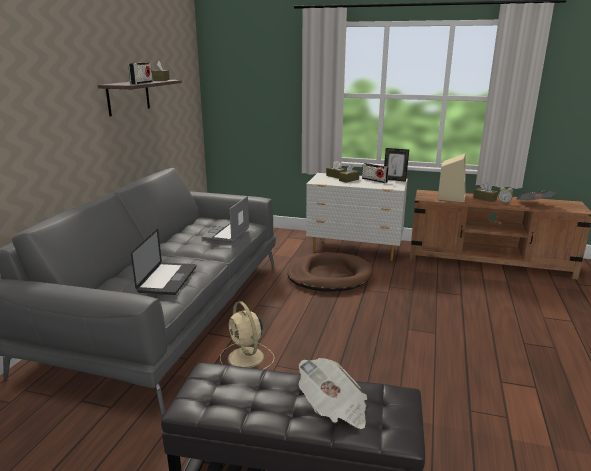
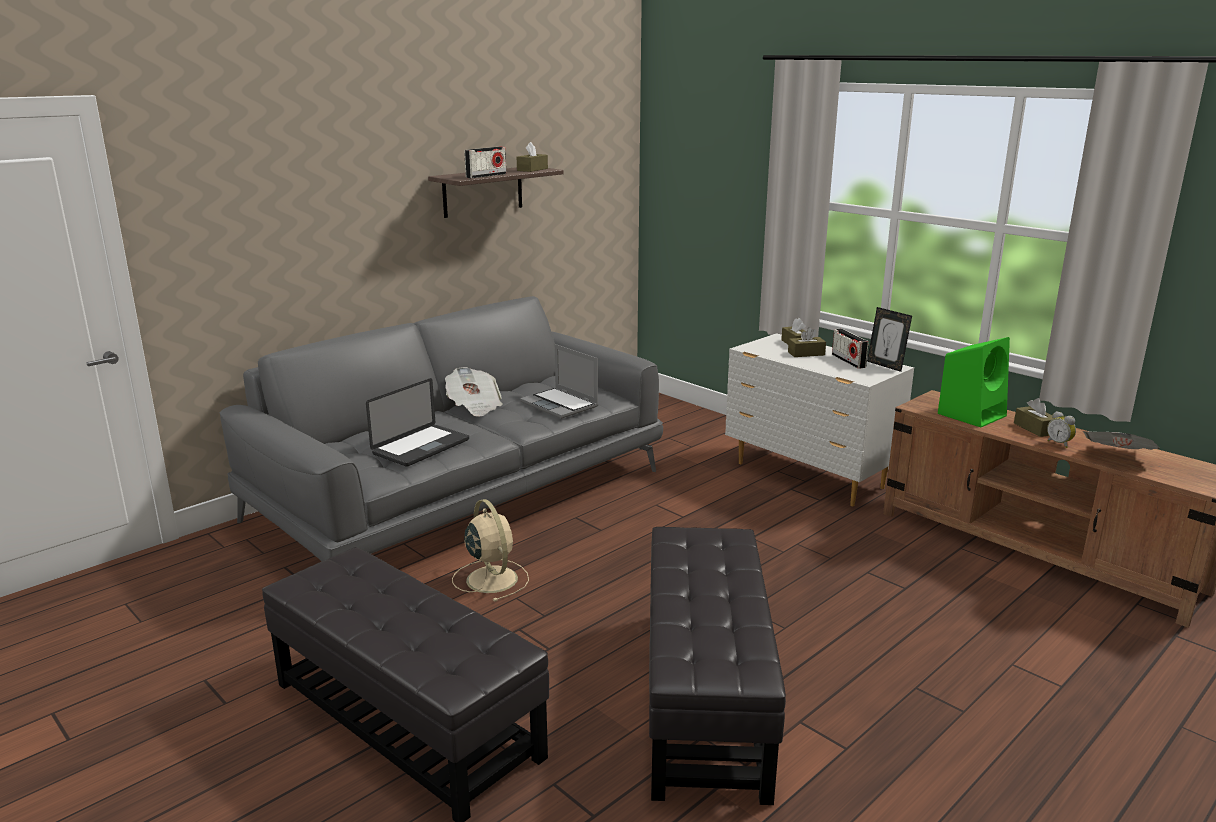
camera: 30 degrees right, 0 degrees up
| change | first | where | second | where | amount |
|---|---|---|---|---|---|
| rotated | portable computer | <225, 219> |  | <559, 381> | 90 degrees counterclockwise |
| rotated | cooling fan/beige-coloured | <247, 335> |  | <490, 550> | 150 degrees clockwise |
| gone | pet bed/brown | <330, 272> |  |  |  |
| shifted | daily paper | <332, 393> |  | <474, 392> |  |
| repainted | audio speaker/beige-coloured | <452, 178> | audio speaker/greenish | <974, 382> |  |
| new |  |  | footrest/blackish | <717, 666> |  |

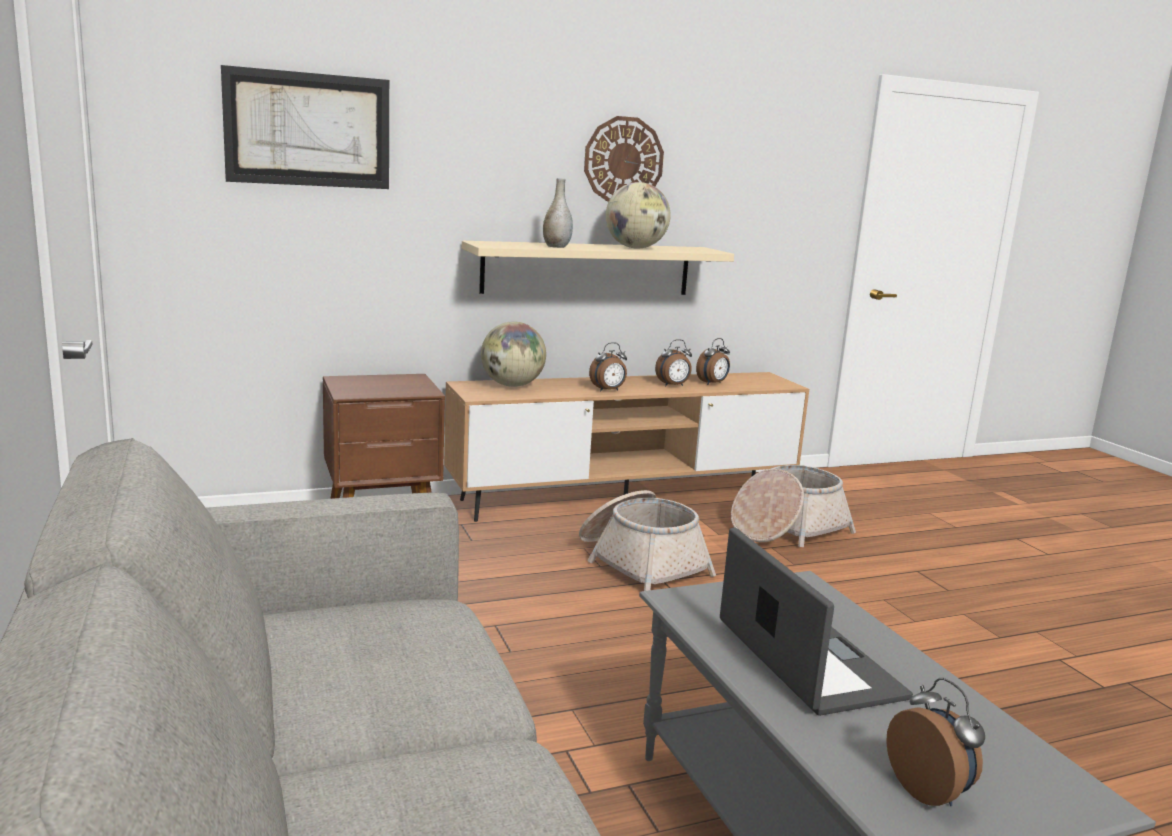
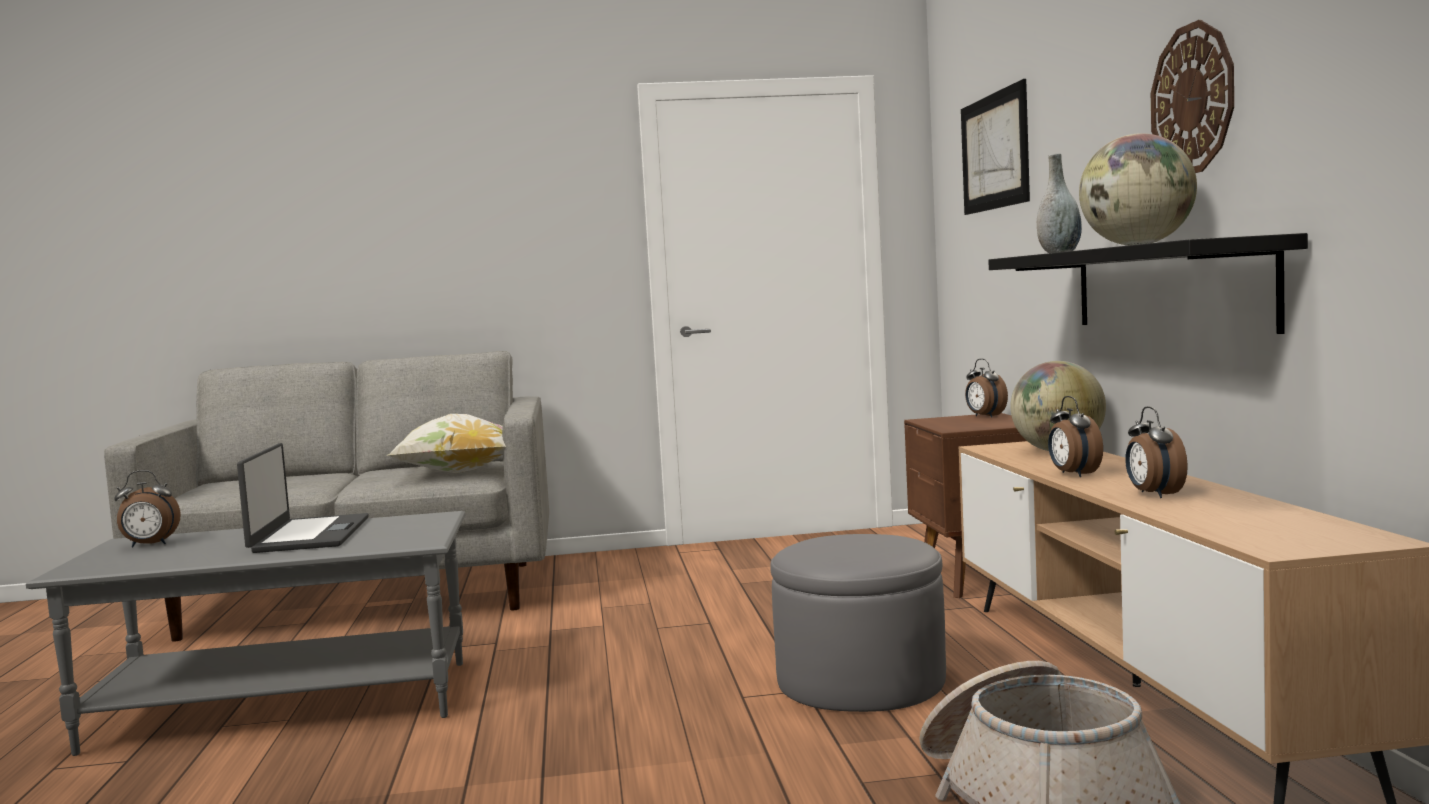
camera: 105 degrees right, 10 degrees down
| change | first | where | second | where | amount |
|---|---|---|---|---|---|
| repainted | wall shelf/beige-coloured | <598, 268> | wall shelf/blackish | <1148, 283> |  |
| swapped | storage basket | <647, 540> | footrest/grey | <858, 623> |  |
| shifted | alarm clock | <713, 361> |  | <986, 388> |  |
| rotated | portable computer | <816, 621> |  | <303, 498> | 90 degrees counterclockwise |
| new |  |  | pillow | <446, 443> |  |

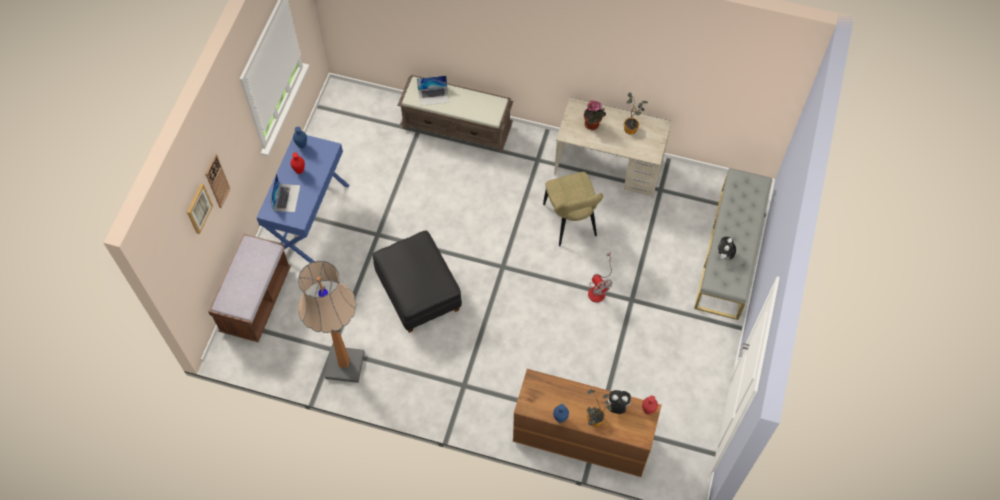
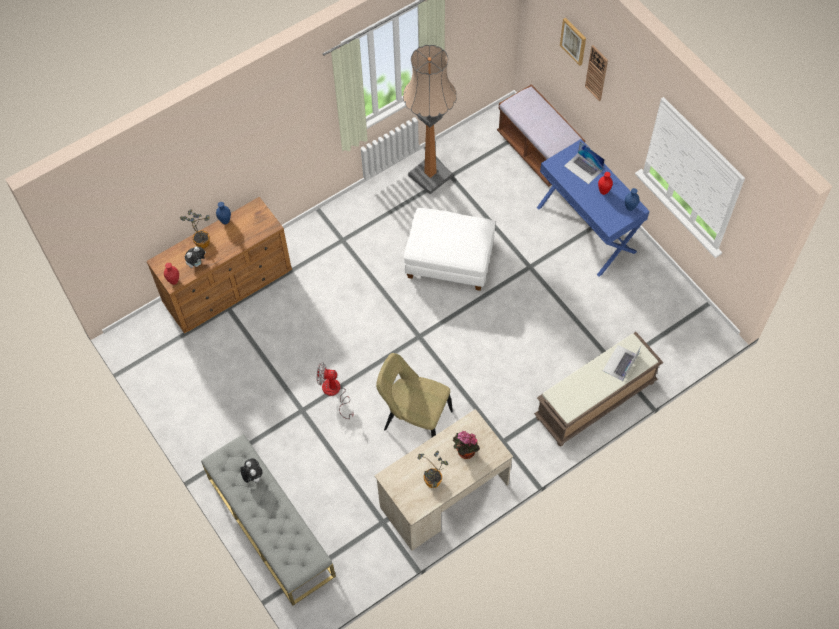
camera: 130 degrees right, 0 degrees up
| change | first | where | second | where | amount |
|---|---|---|---|---|---|
| repainted | footrest/blackish | <417, 281> | footrest/white | <450, 249> |  |

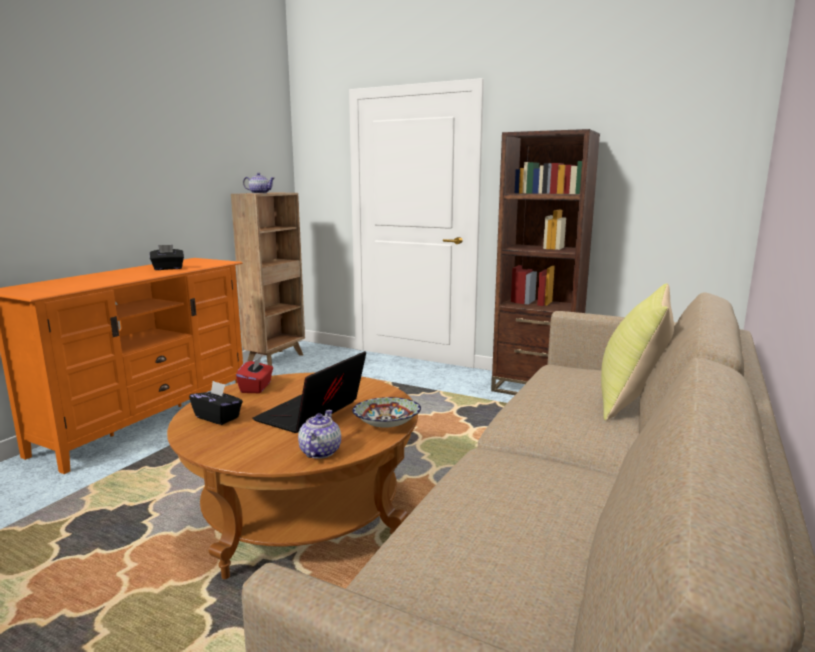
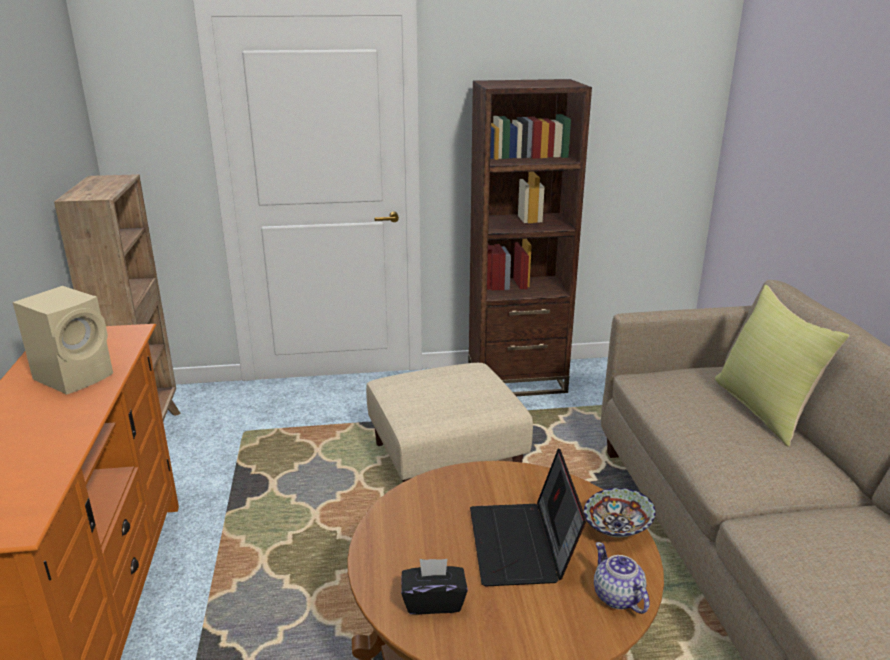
camera: 35 degrees left, 10 degrees up
| change | first | where | second | where | amount |
|---|---|---|---|---|---|
| swapped | box of tissues/blackish | <167, 257> | audio speaker/beige-coloured | <63, 340> |  |
| gone | box of tissues/red-coloured | <254, 374> |  |  |  |
| gone | pot for tea | <258, 183> |  |  |  |
| new |  |  | footrest/beige-coloured | <449, 422> |  |

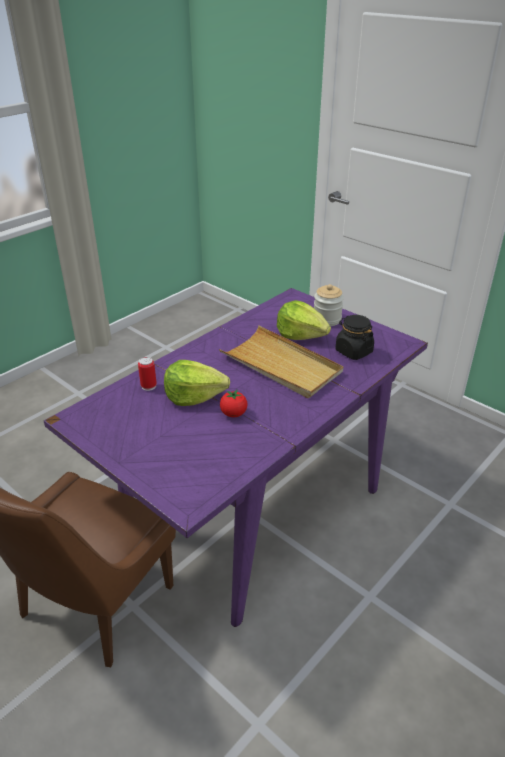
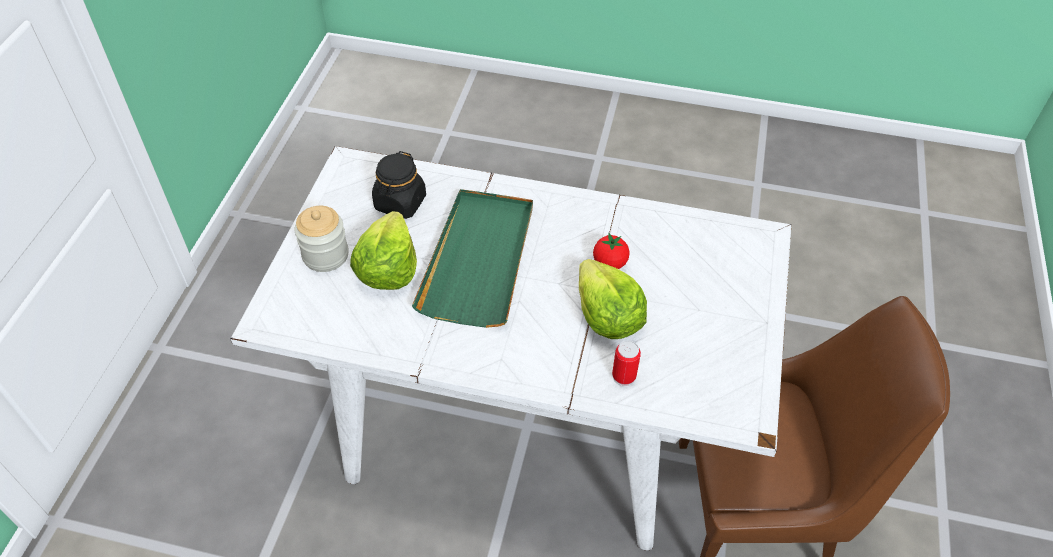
camera: 120 degrees left, 15 degrees up
| change | first | where | second | where | amount |
|---|---|---|---|---|---|
| repainted | dinner table/purple-coloured | <236, 457> | dinner table/white | <510, 348> |  |
| repainted | tray/beige-coloured | <281, 361> | tray/greenish | <472, 258> |  |

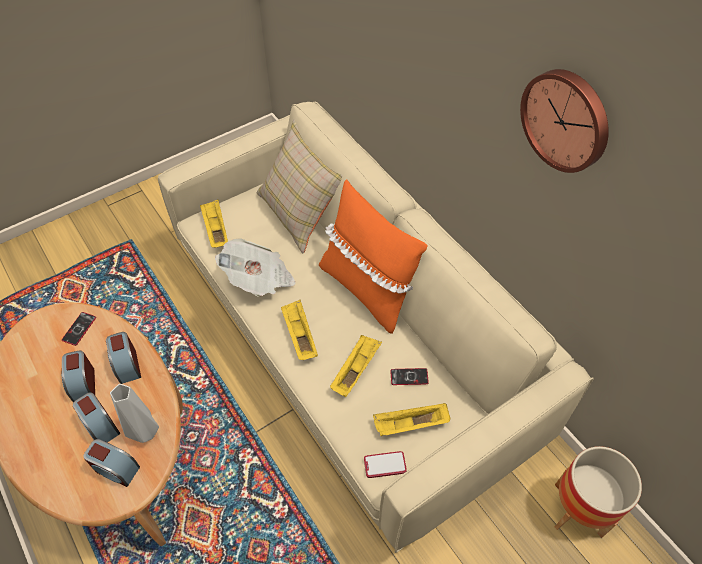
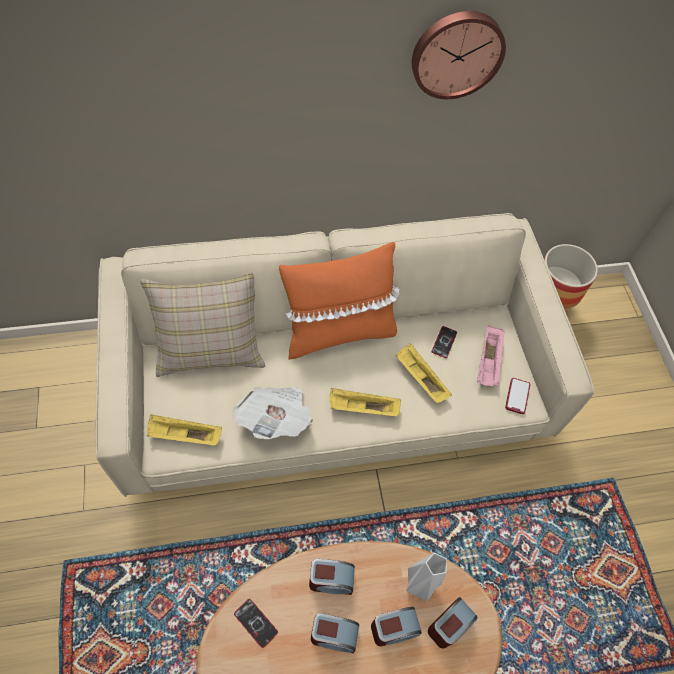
camera: 70 degrees left, 5 degrees up
| change | first | where | second | where | amount |
|---|---|---|---|---|---|
| repainted | tray/yellow | <411, 419> | tray/pink-coloured | <491, 355> |  |

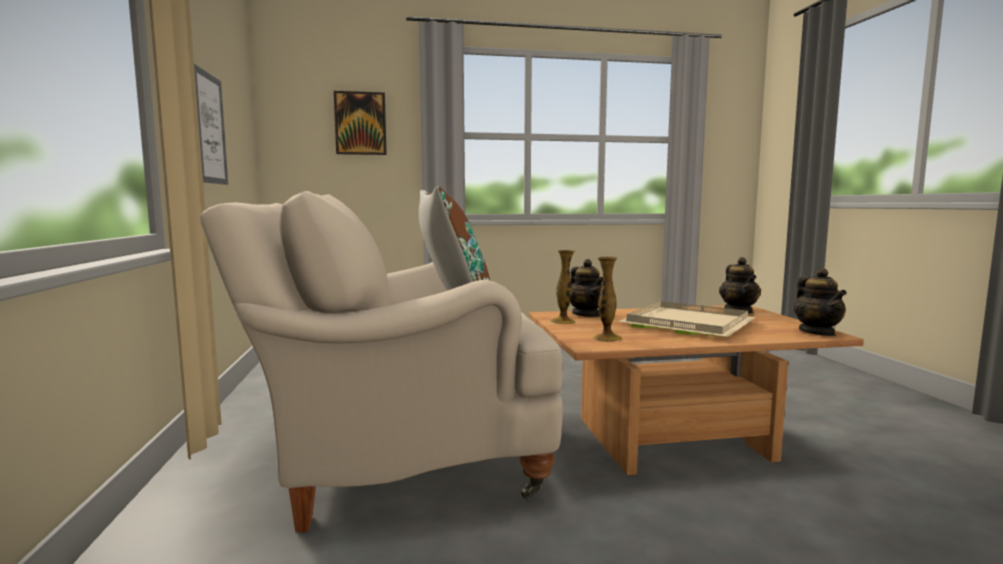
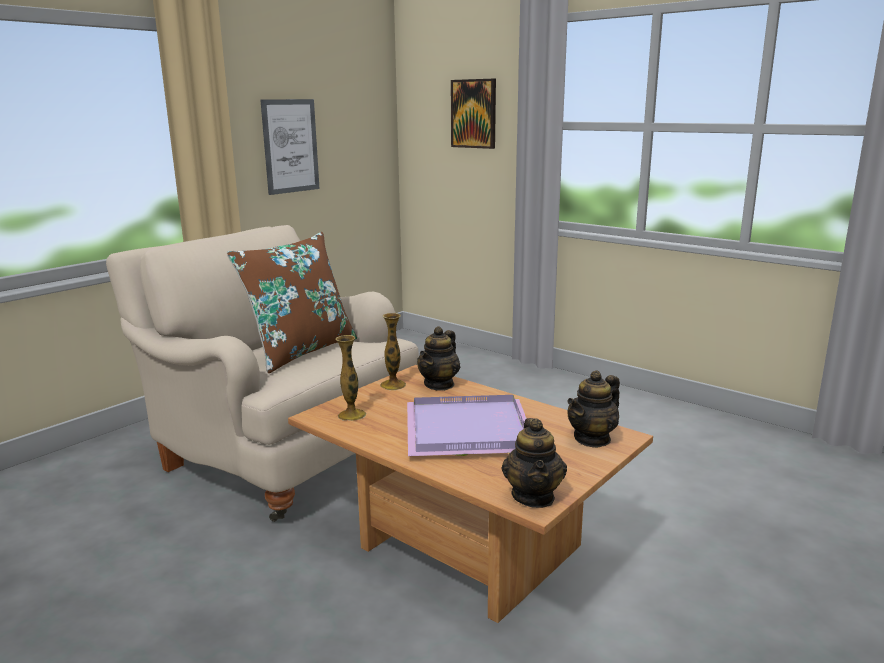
camera: 50 degrees right, 10 degrees up
| change | first | where | second | where | amount |
|---|---|---|---|---|---|
| repainted | tray/beige-coloured | <687, 319> | tray/purple-coloured | <467, 425> |  |
| rotated | pot for tea | <820, 302> |  | <534, 463> | 45 degrees counterclockwise |

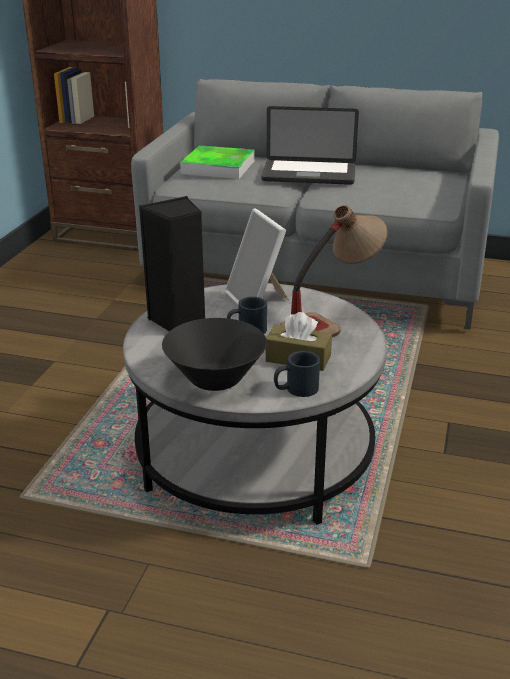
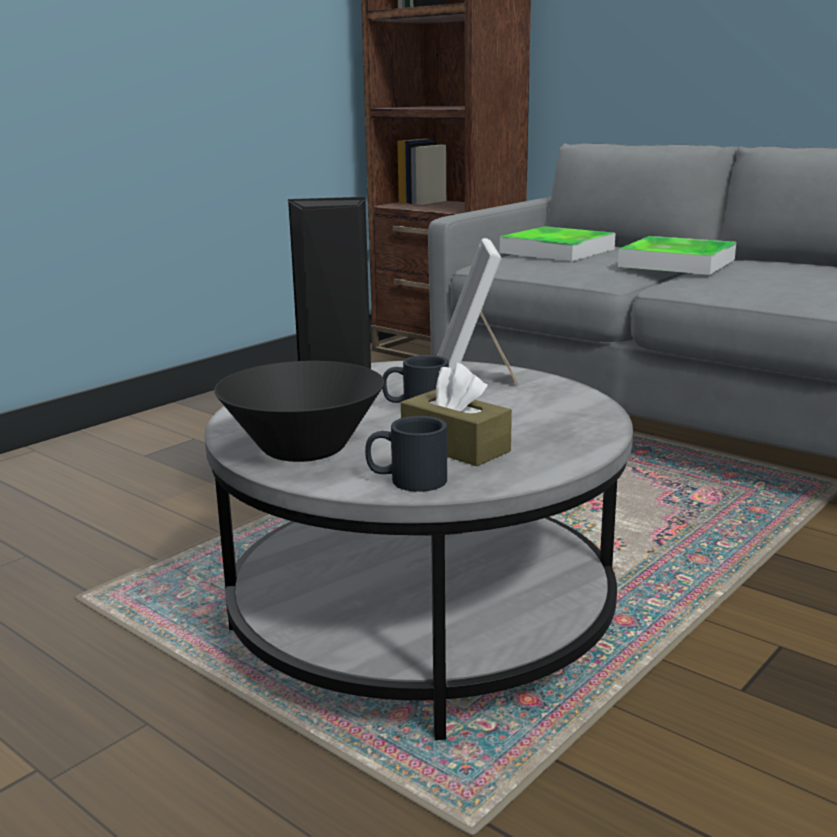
camera: 25 degrees right, 10 degrees down
| change | first | where | second | where | amount |
|---|---|---|---|---|---|
| swapped | portable computer | <310, 145> | tray | <677, 255> |  |
| gone | table lamp | <334, 271> |  |  |  |

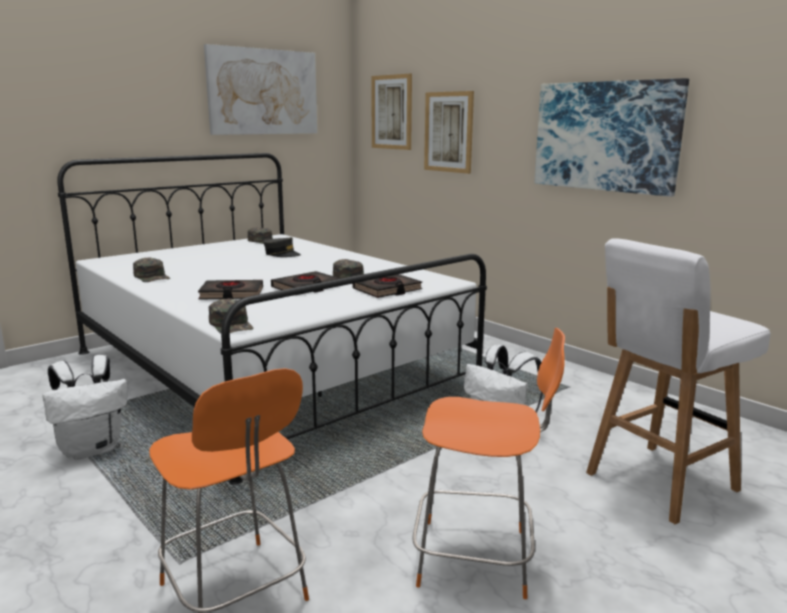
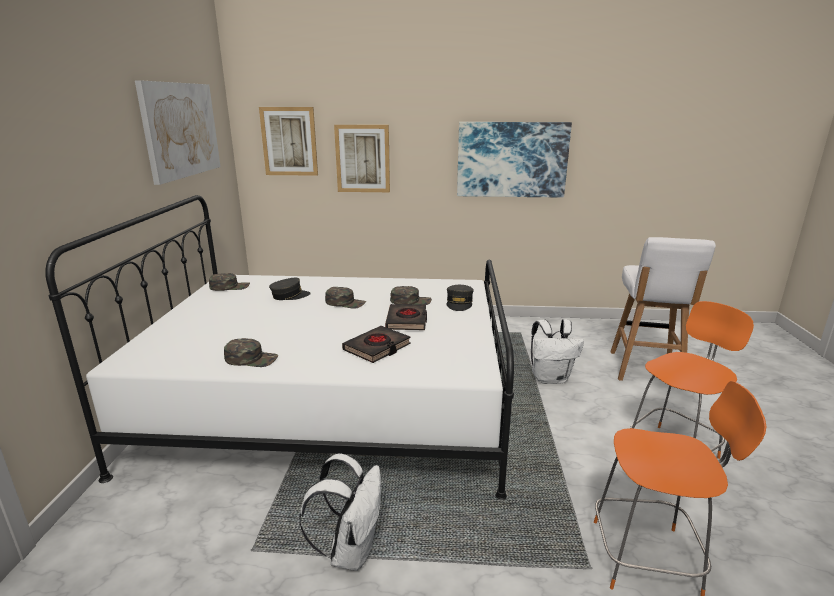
camera: 45 degrees left, 5 degrees up
| change | first | where | second | where | amount |
|---|---|---|---|---|---|
| shifted | cap/greenish | <231, 315> |  | <345, 298> |  |
| swapped | bound book/blackish | <387, 286> | cap/grey | <460, 298> |  |

